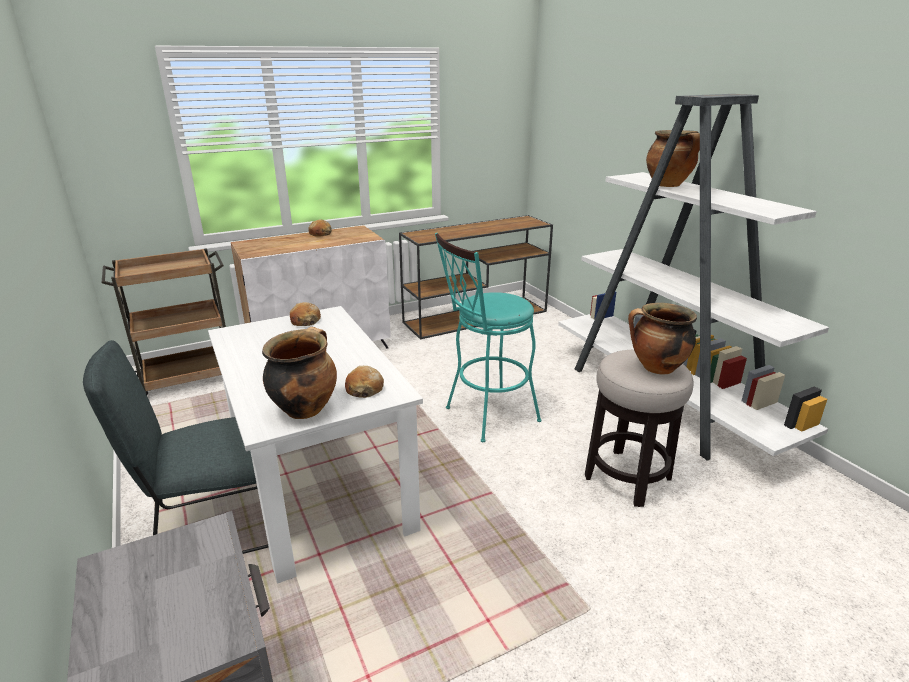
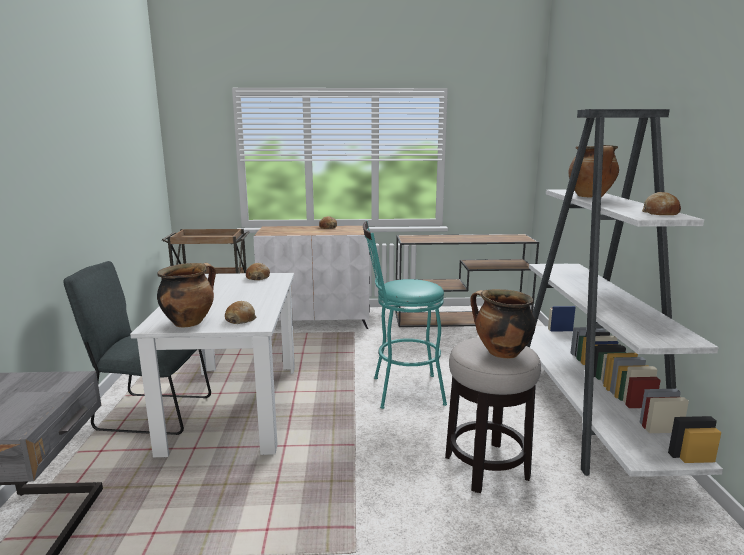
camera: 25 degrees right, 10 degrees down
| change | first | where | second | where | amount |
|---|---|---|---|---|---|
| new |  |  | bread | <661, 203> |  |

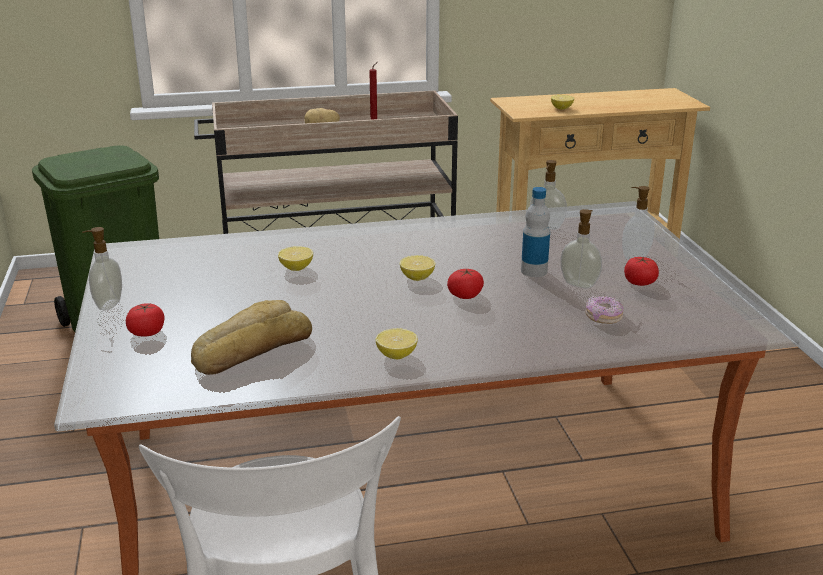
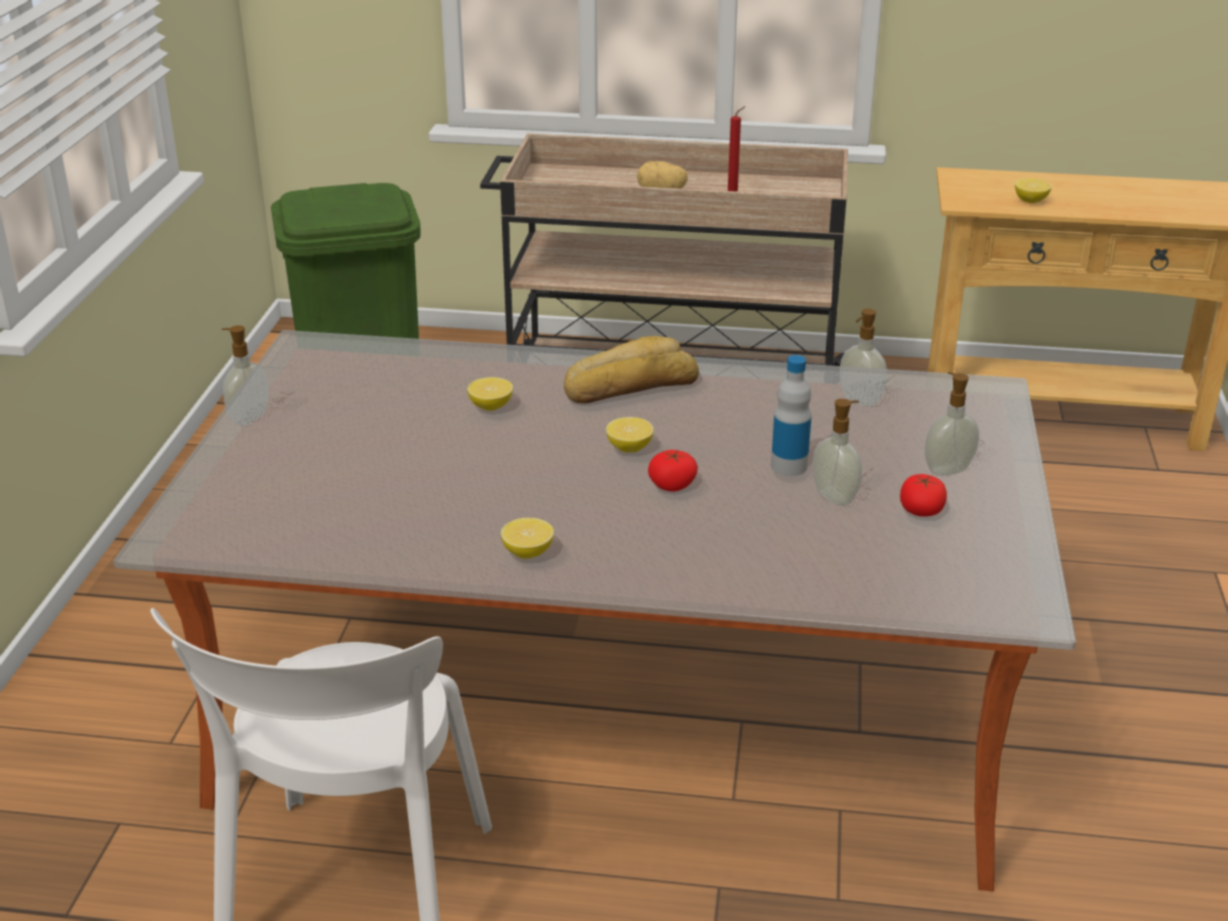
camera: 20 degrees right, 5 degrees up
| change | first | where | second | where | amount |
|---|---|---|---|---|---|
| gone | fresh tomato | <145, 319> |  |  |  |
| shifted | bread | <251, 337> |  | <631, 370> |  |
| gone | doughnut | <604, 310> |  |  |  |

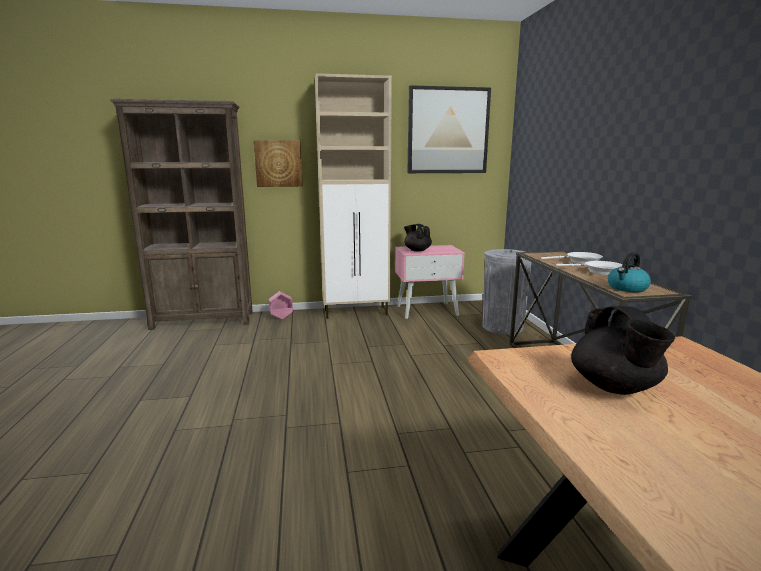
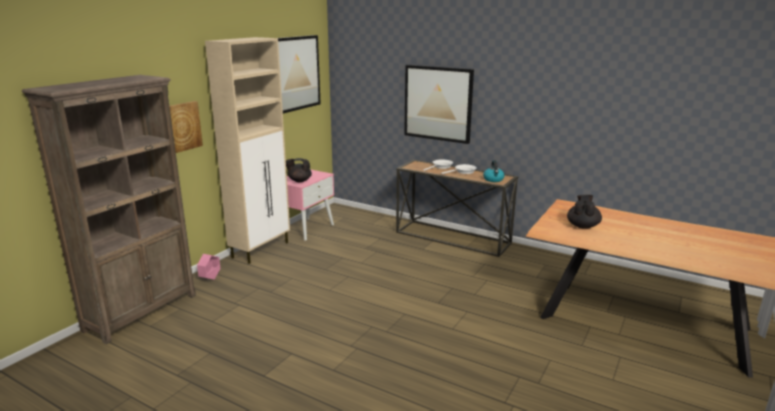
camera: 50 degrees left, 5 degrees up
| change | first | where | second | where | amount |
|---|---|---|---|---|---|
| gone | trash can/grey | <507, 291> |  |  |  |
| rotated | pot for tea/blackish | <623, 350> |  | <584, 212> | 105 degrees counterclockwise |
| new |  |  | picture | <439, 104> |  |

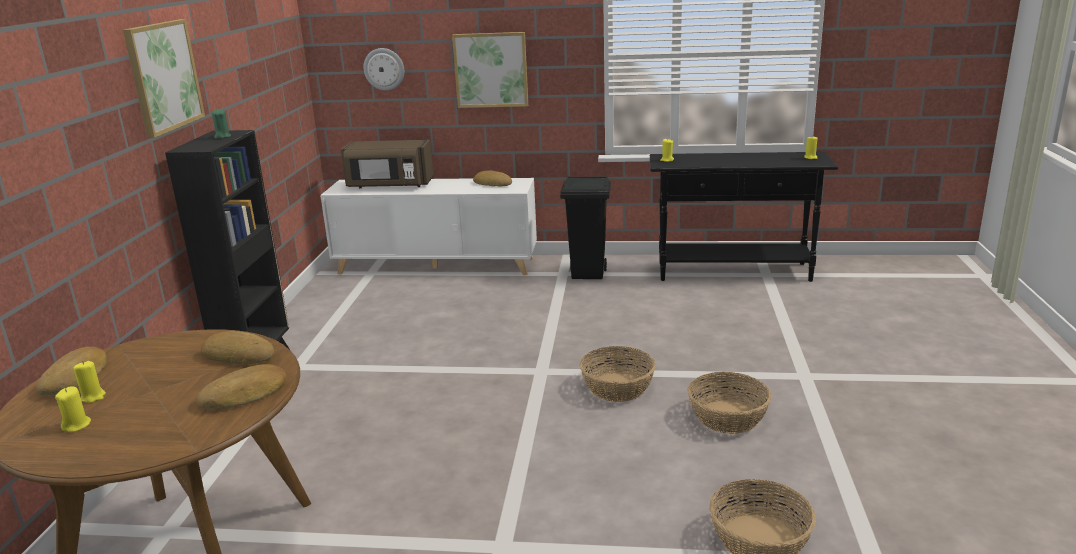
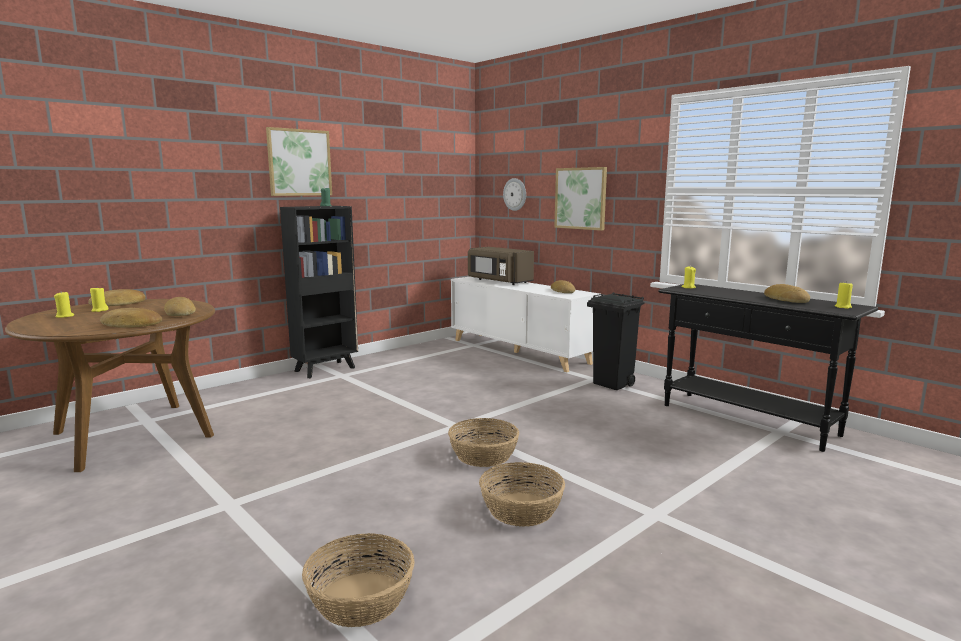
camera: 40 degrees right, 10 degrees down
| change | first | where | second | where | amount |
|---|---|---|---|---|---|
| new |  |  | bread | <787, 293> |  |

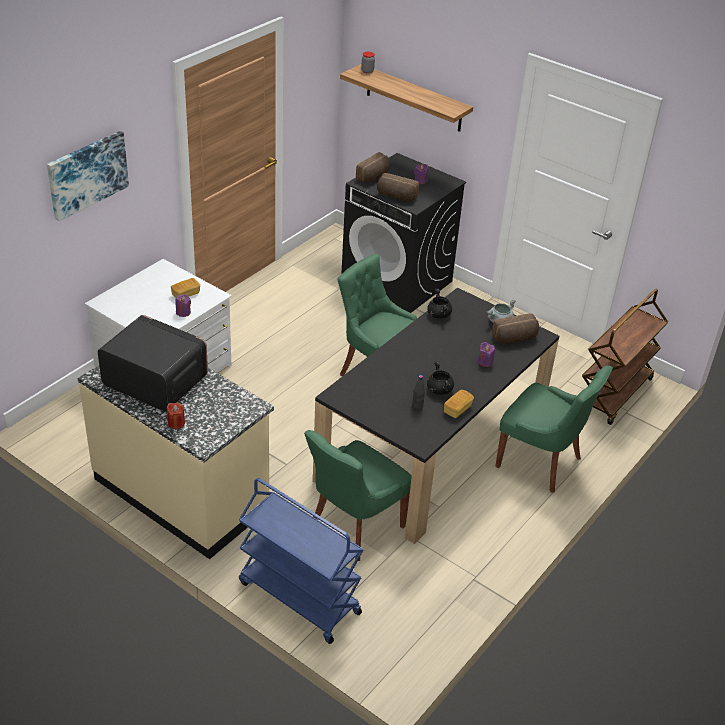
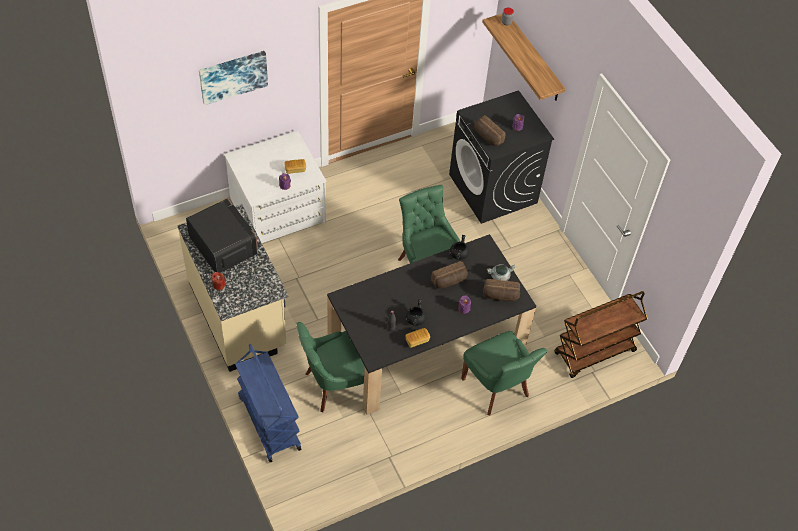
camera: 25 degrees right, 15 degrees up
| change | first | where | second | where | amount |
|---|---|---|---|---|---|
| shifted | bread | <373, 167> |  | <449, 275> |  |

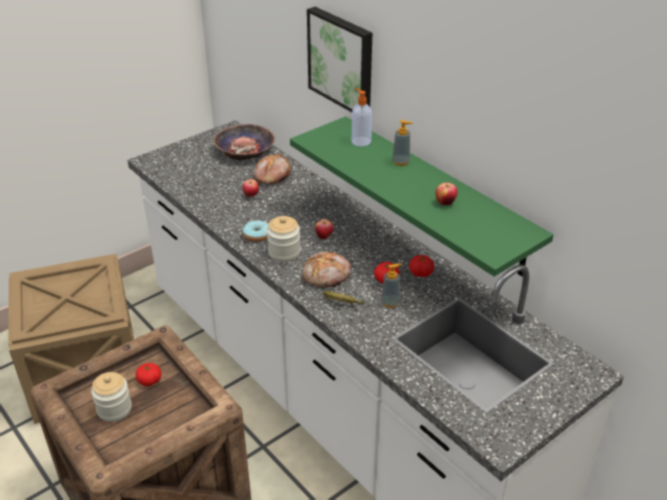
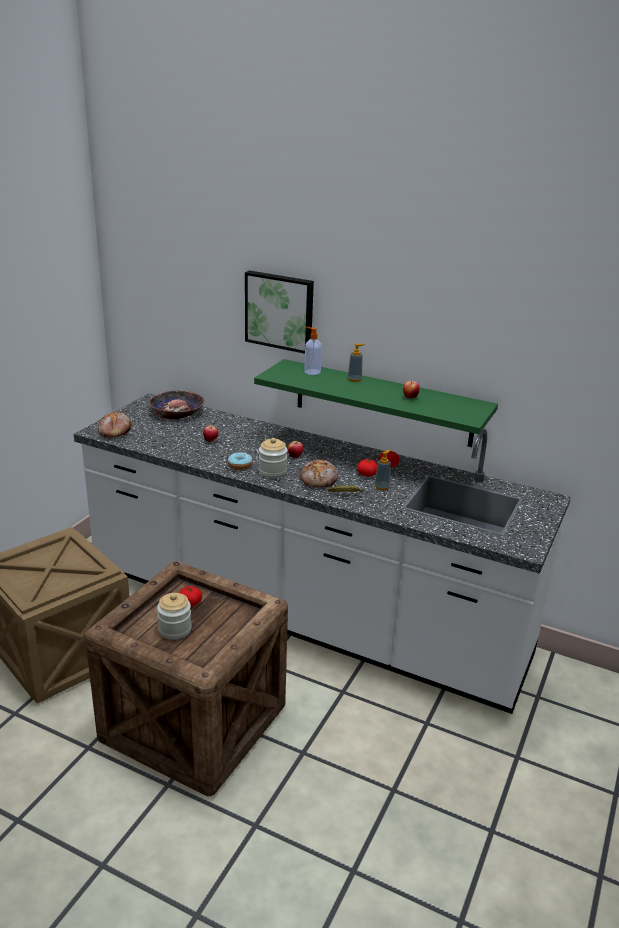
camera: 25 degrees left, 10 degrees down
| change | first | where | second | where | amount |
|---|---|---|---|---|---|
| shifted | bread | <272, 168> |  | <115, 424> |  |

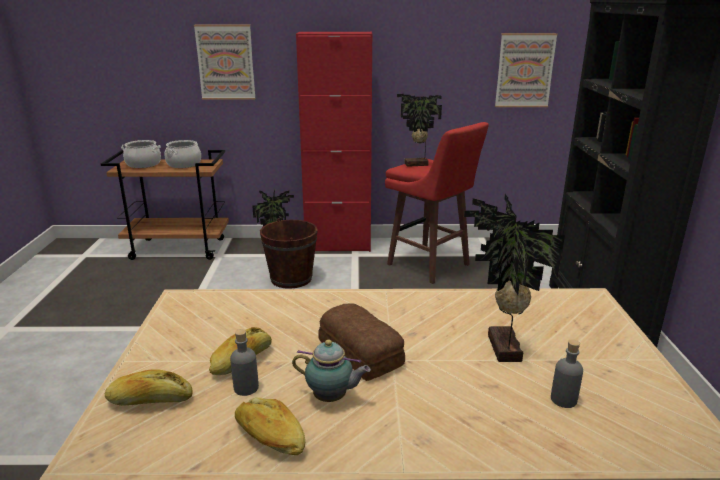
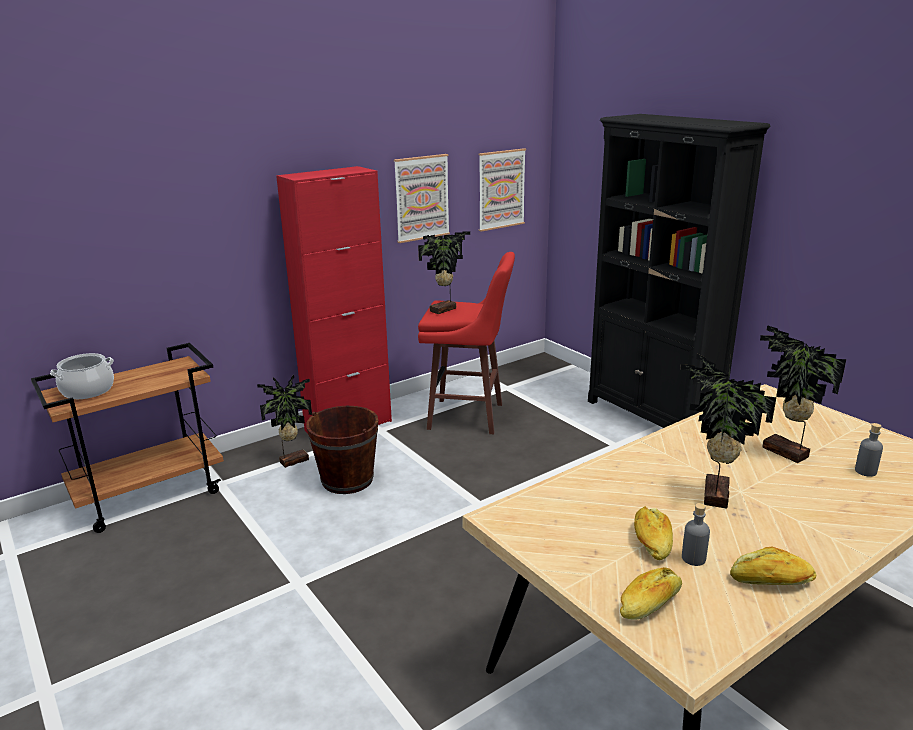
camera: 35 degrees left, 0 degrees up
| change | first | where | second | where | amount |
|---|---|---|---|---|---|
| gone | cooking pot | <182, 154> |  |  |  |
| shifted | picture | <225, 62> |  | <422, 198> |  |
| gone | pot for tea | <331, 371> |  |  |  |
| swapped | bread | <361, 342> | potted plant | <728, 431> |  |

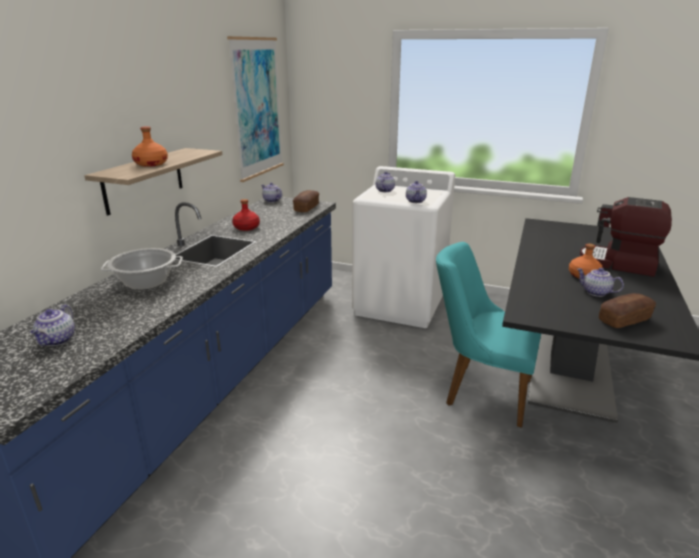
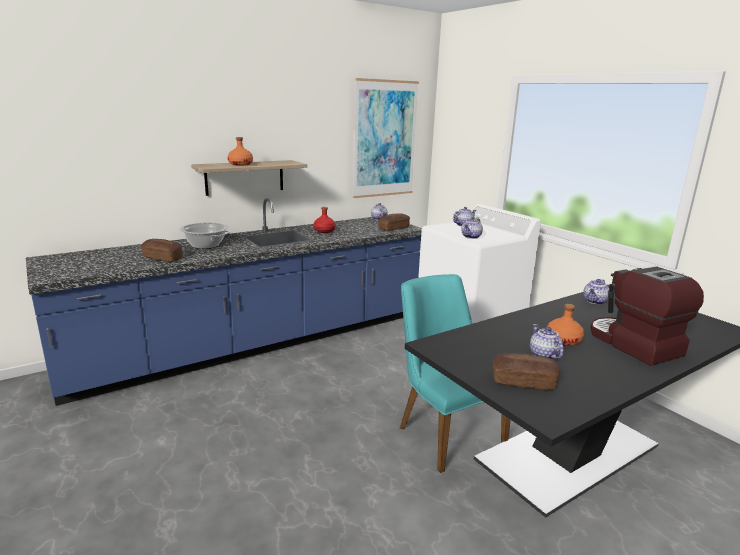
camera: 35 degrees right, 5 degrees down
| change | first | where | second | where | amount |
|---|---|---|---|---|---|
| shifted | pot for tea | <52, 325> |  | <596, 291> |  |
| new |  |  | bread | <162, 250> |  |

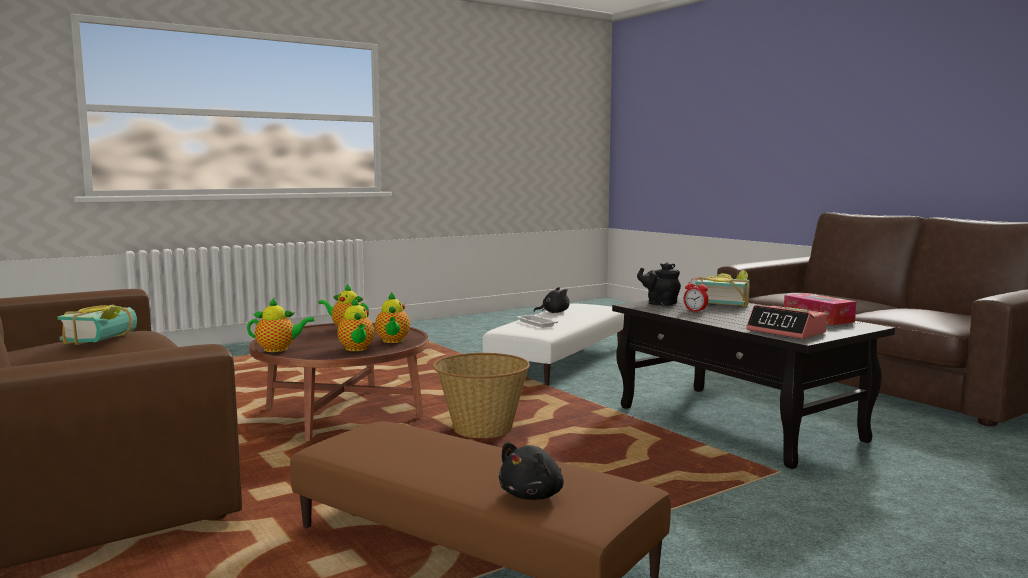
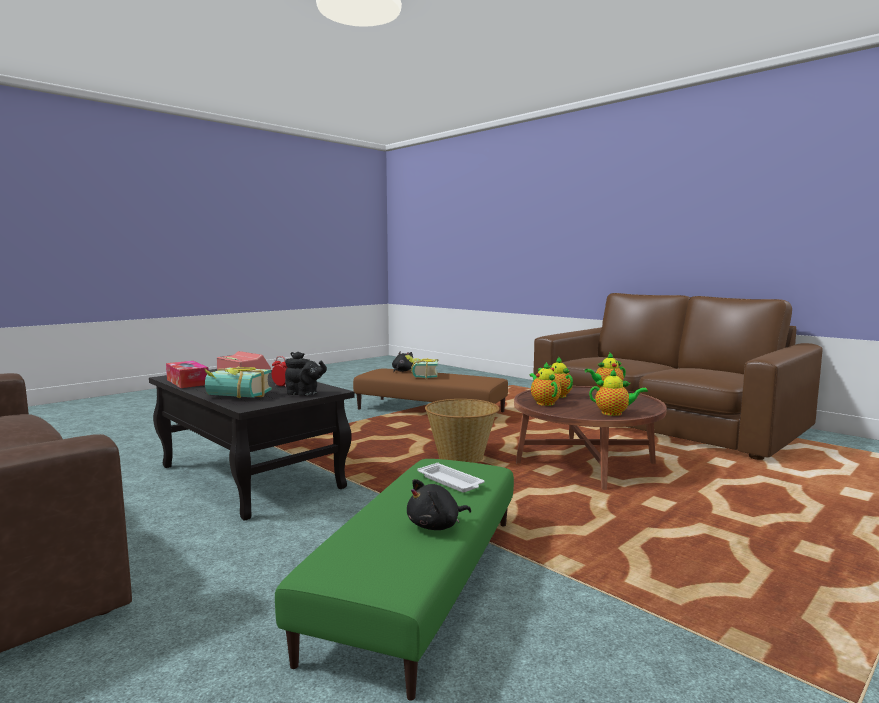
camera: 170 degrees right, 0 degrees up
| change | first | where | second | where | amount |
|---|---|---|---|---|---|
| shifted | bound book | <97, 324> |  | <421, 367> |  |
| repainted | footrest/white | <553, 345> | footrest/greenish | <394, 579> |  |

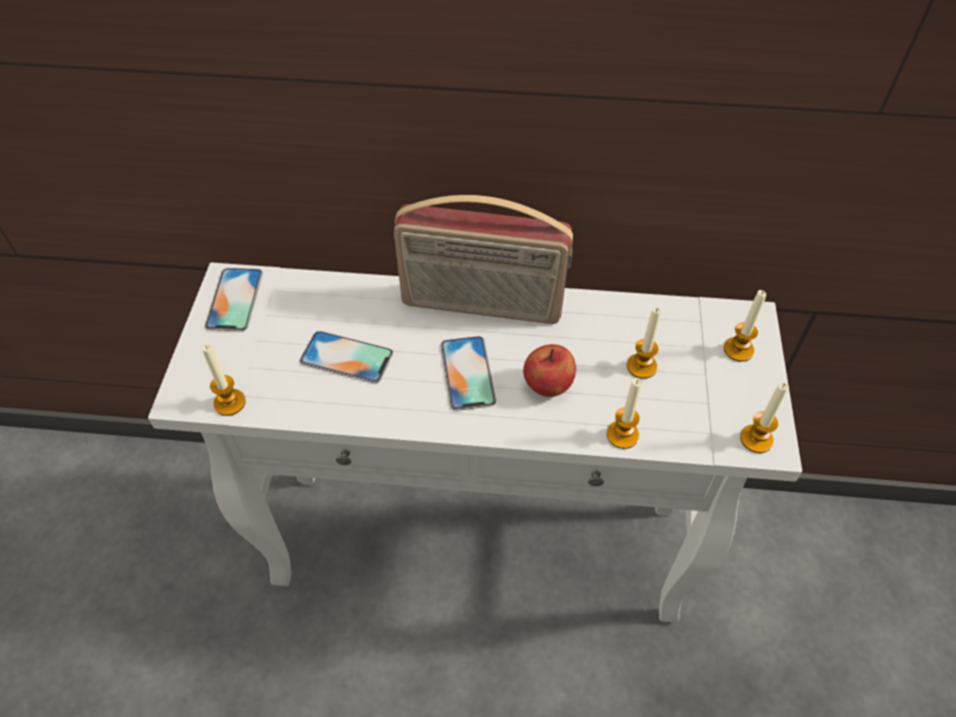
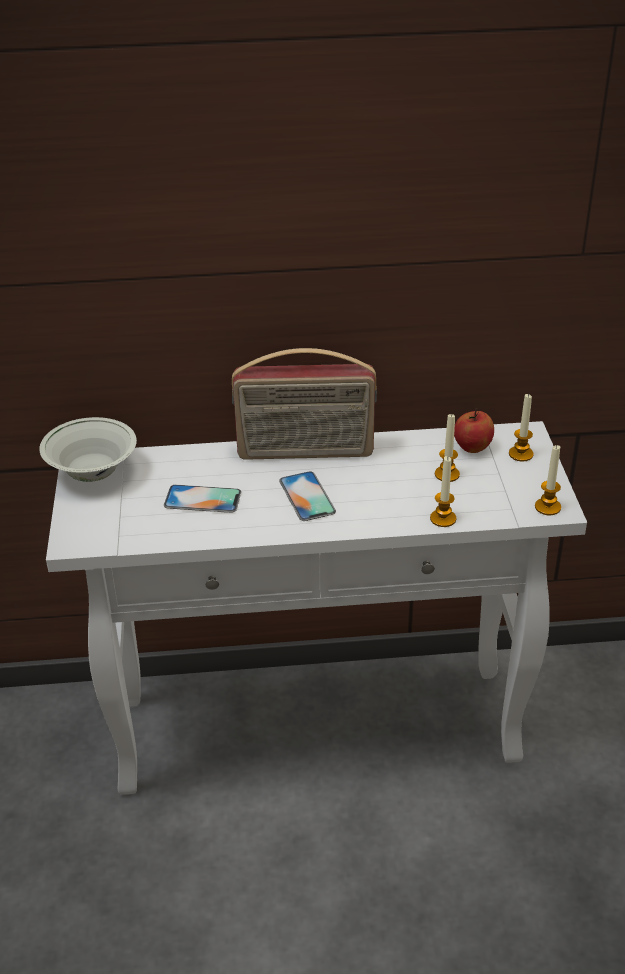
camera: 10 degrees left, 15 degrees down
| change | first | where | second | where | amount |
|---|---|---|---|---|---|
| gone | wax candle | <224, 380> |  |  |  |
| swapped | handset | <234, 299> | bowl/white | <88, 449> |  |
| shifted | apple | <549, 370> |  | <474, 430> |  |

